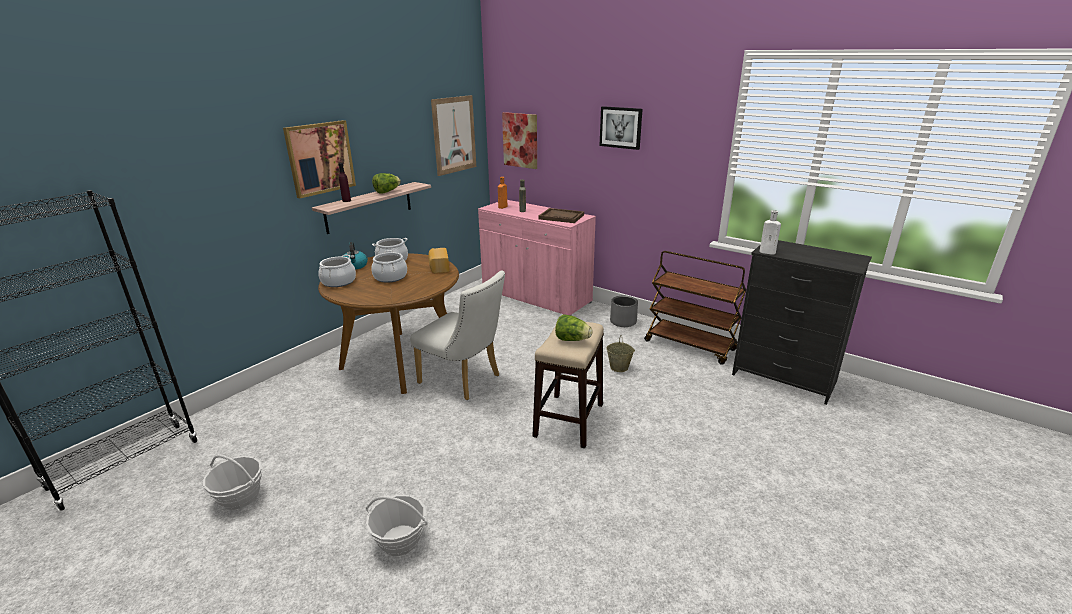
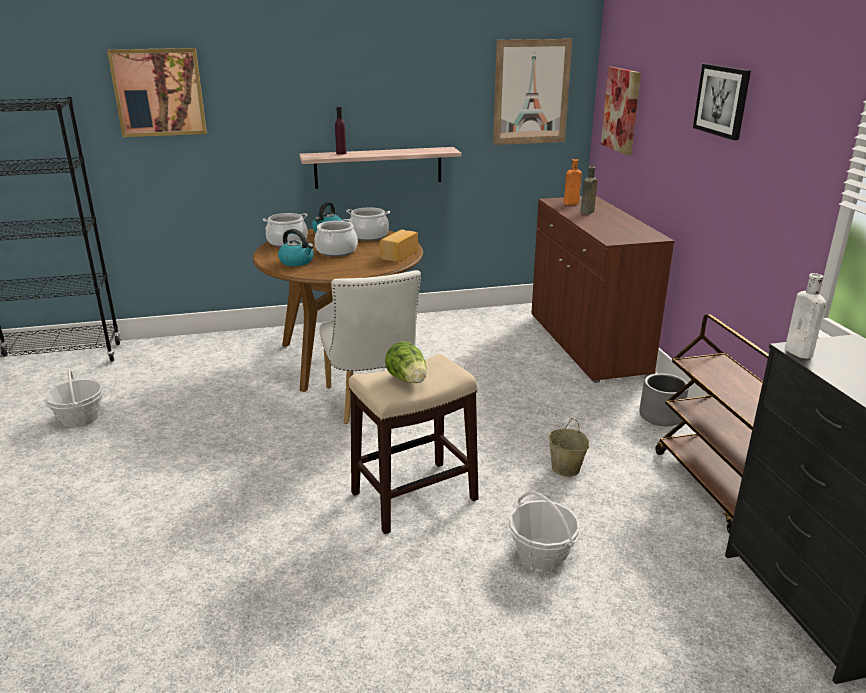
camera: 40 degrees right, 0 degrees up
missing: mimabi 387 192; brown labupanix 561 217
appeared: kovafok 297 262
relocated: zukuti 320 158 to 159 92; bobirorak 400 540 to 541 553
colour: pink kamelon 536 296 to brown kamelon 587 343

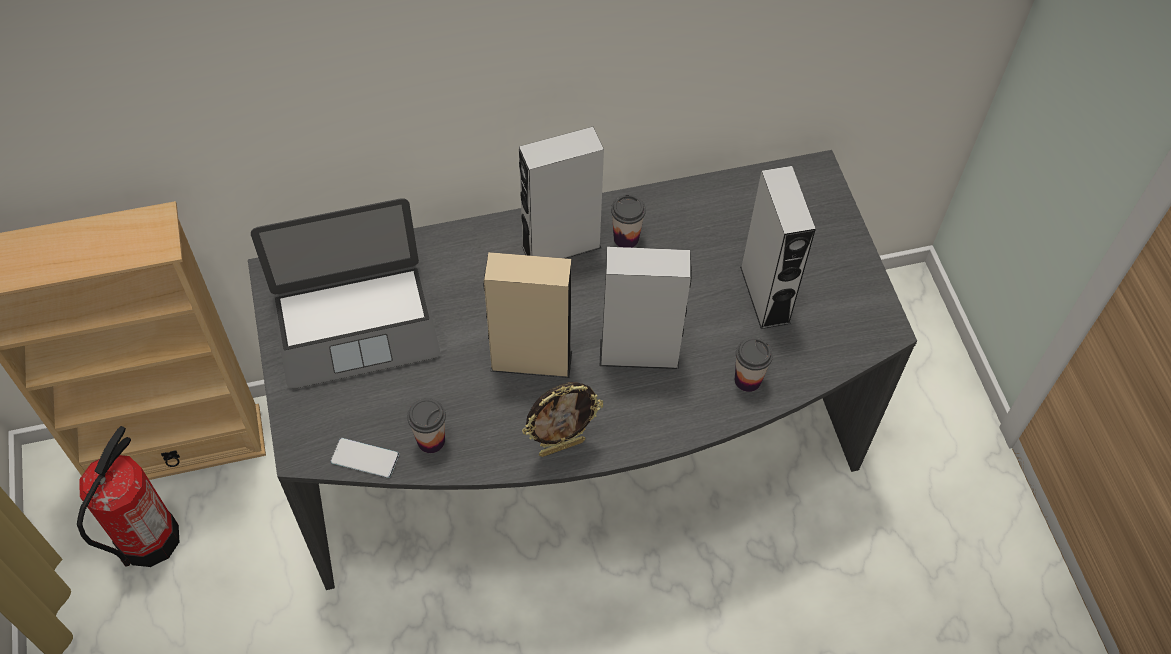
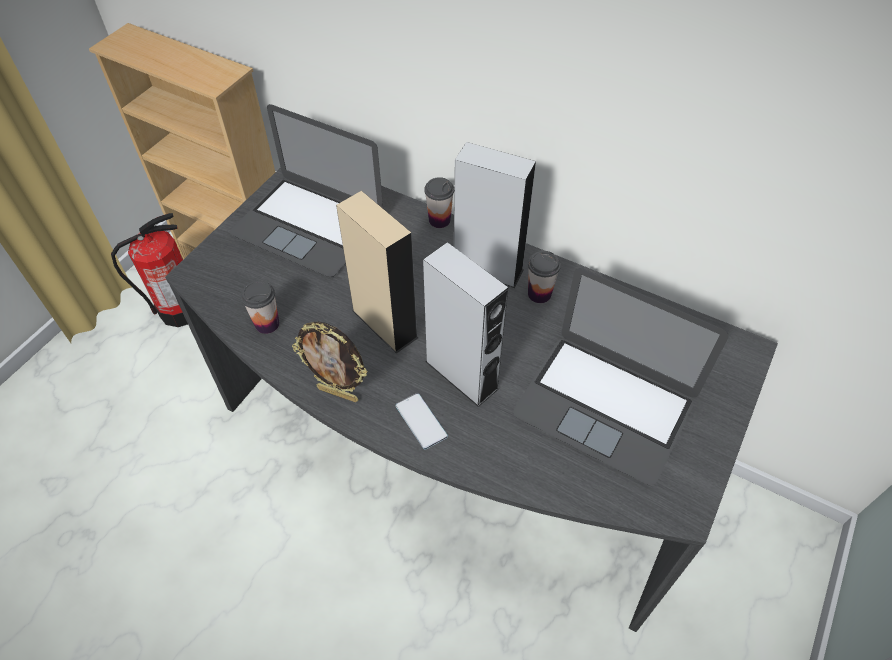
camera: 45 degrees right, 5 degrees down
relocated: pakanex 365 458 to 421 421; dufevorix 747 380 to 439 220
exchanged: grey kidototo 765 295 to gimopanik 604 406

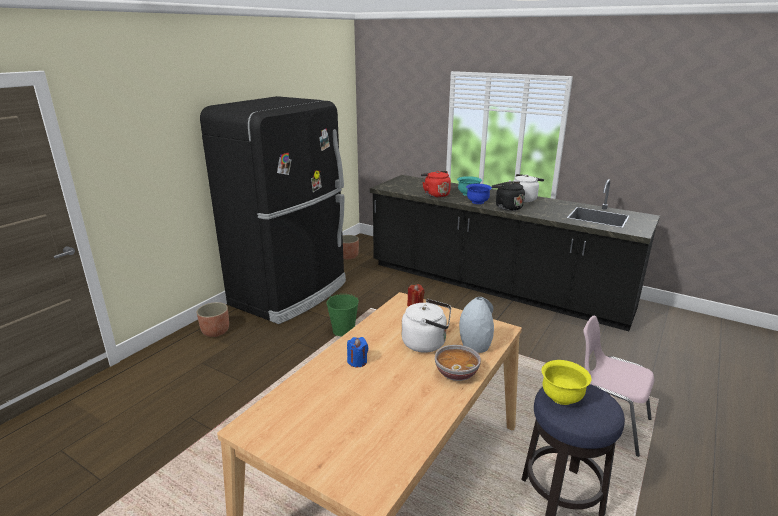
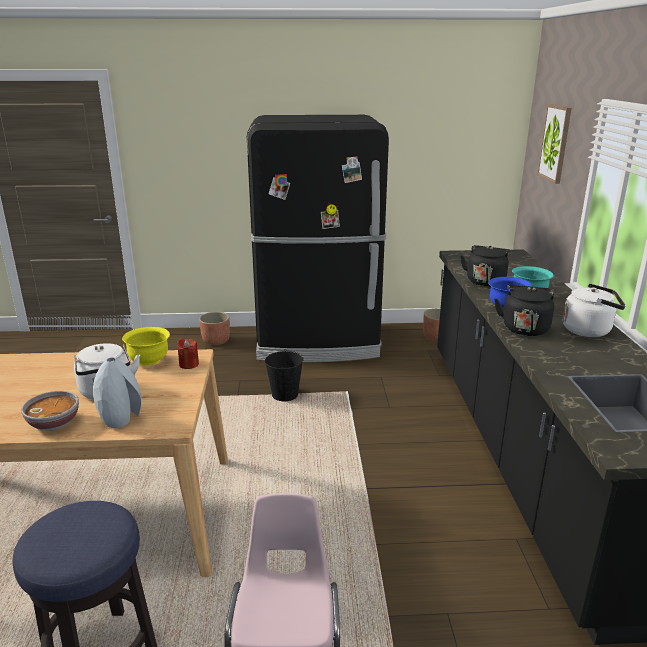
camera: 55 degrees right, 0 degrees up
missing: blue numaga 357 361
appeared: zukuti 555 143
relocated: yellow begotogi 562 397 to 149 361
colour: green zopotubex 343 331 to black zopotubex 284 395; red kovafok 435 194 to black kovafok 485 281

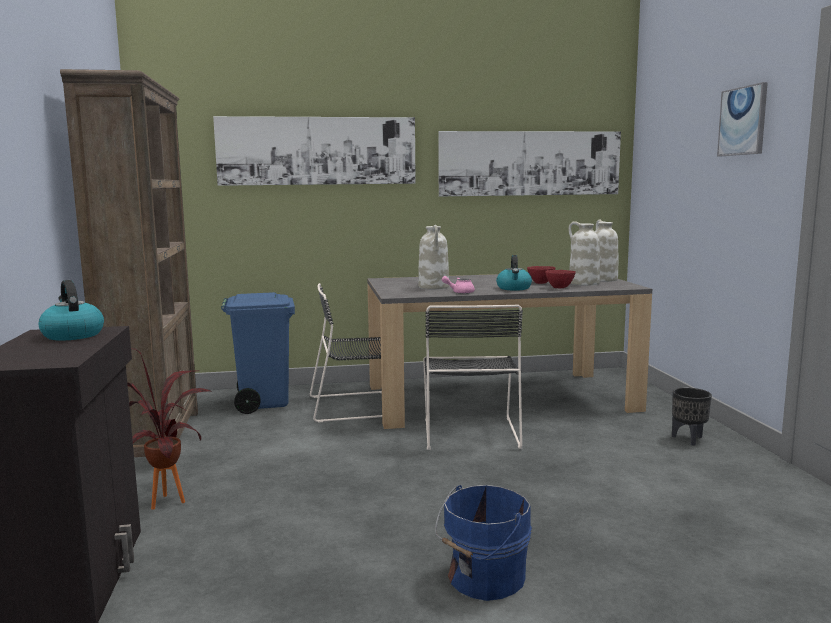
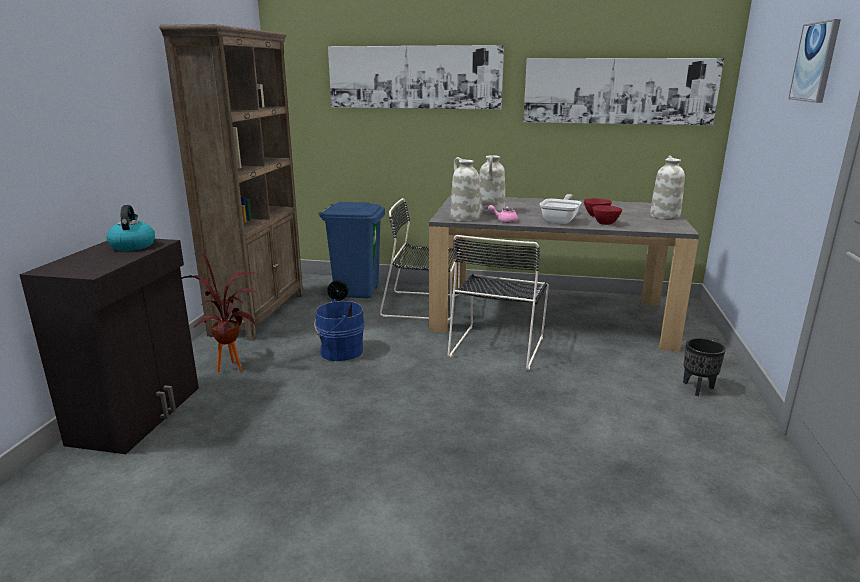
camera: 20 degrees right, 10 degrees up
relocated: blue zopotubex 483 578 to 339 351; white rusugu 583 283 to 464 218
exchanged: kovafok 514 288 to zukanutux 560 220

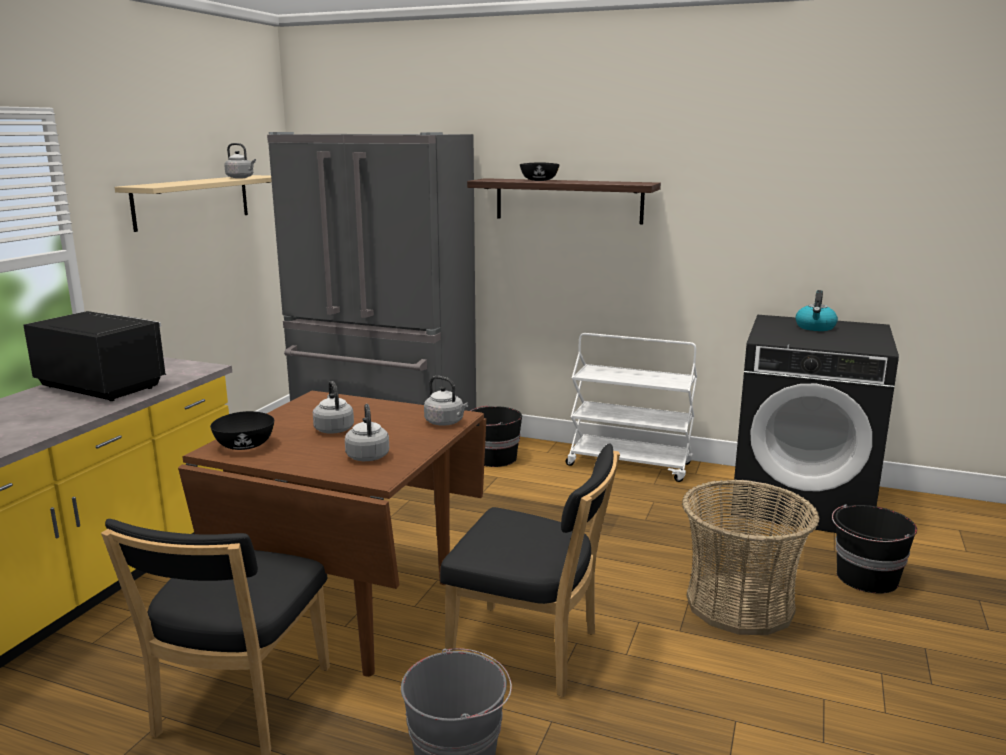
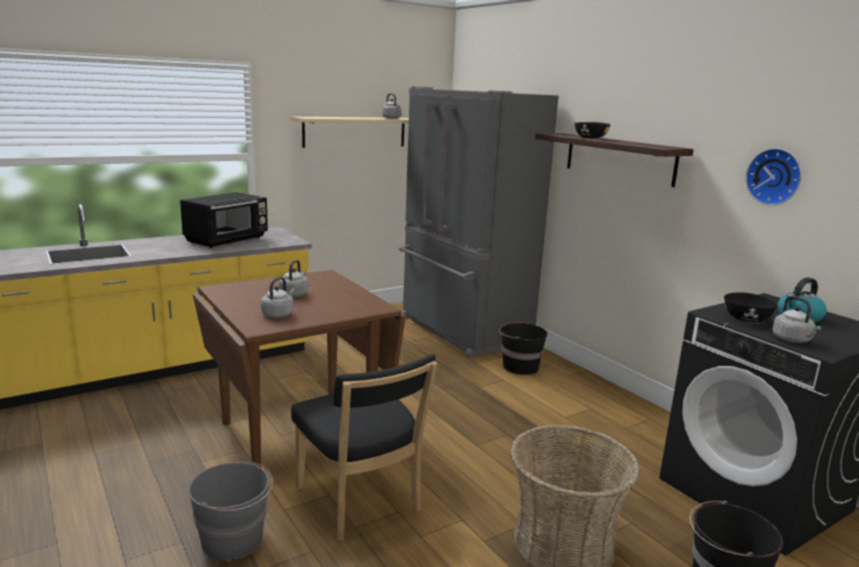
camera: 35 degrees right, 0 degrees up
missing: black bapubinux 238 707; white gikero 630 464
appeared: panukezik 775 176
relocated: black begotogi 244 445 to 746 319; grey kovafok 446 422 to 793 340
spun: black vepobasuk 101 386 = 228 240 60 degrees clockwise

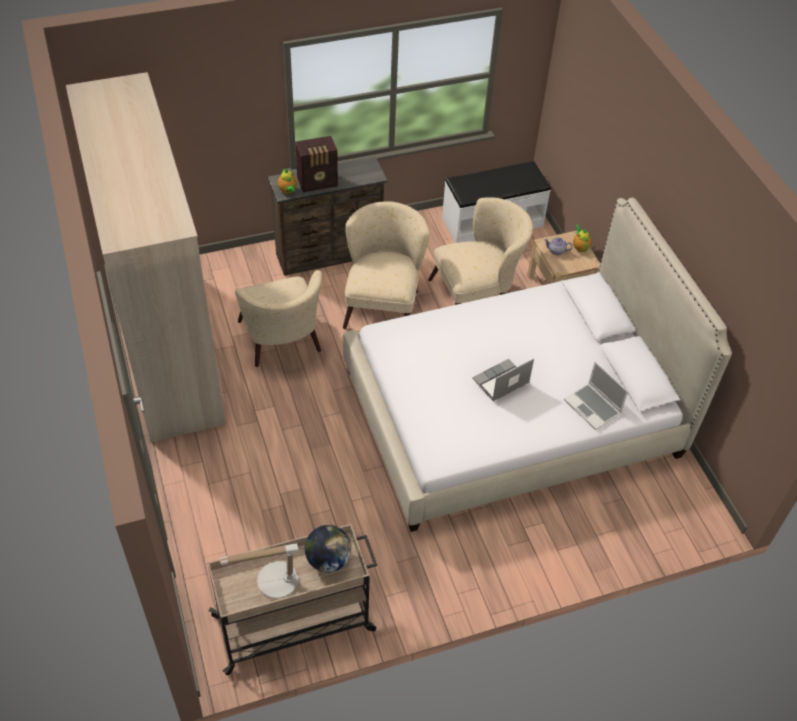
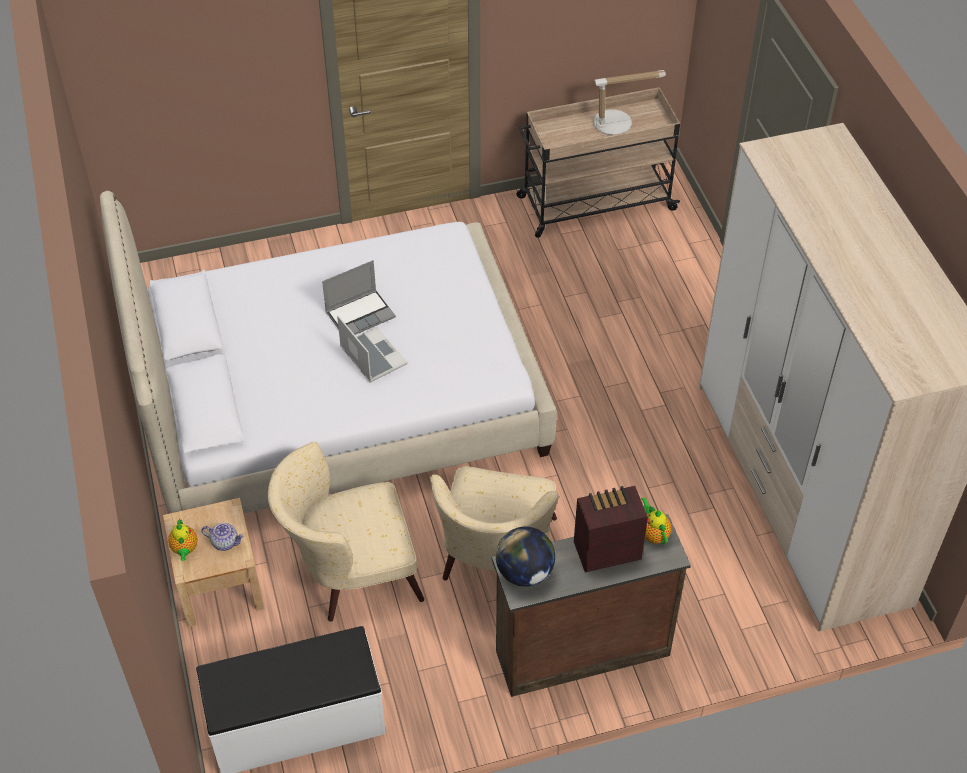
camera: 175 degrees left, 0 degrees up
missing: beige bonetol 282 343
relocated: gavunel 328 560 to 525 572; gimopanik 593 407 to 372 356

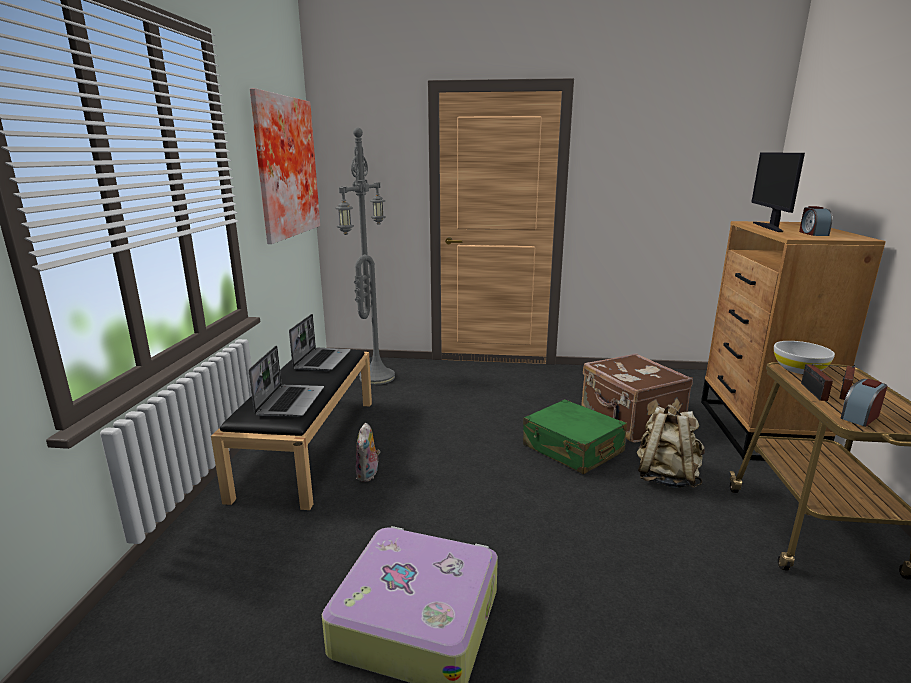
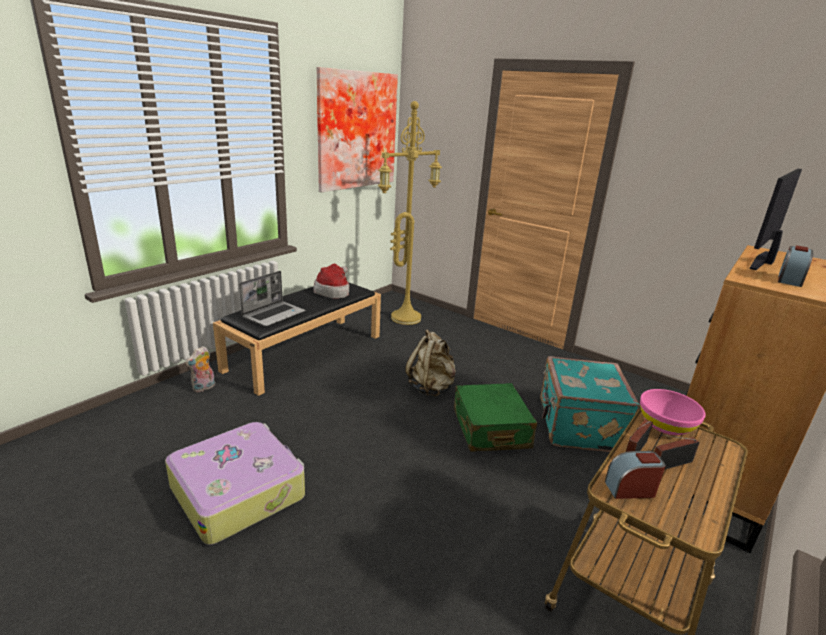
camera: 30 degrees right, 5 degrees up
relocated: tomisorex 368 475 to 204 388; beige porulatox 666 477 to 431 388
exchanged: gimopanik 322 360 to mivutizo 333 291
colour: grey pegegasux 375 377 to yellow pegegasux 405 317; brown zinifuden 630 421 to turquoise zinifuden 577 426; white begotogi 798 369 to pink begotogi 665 425

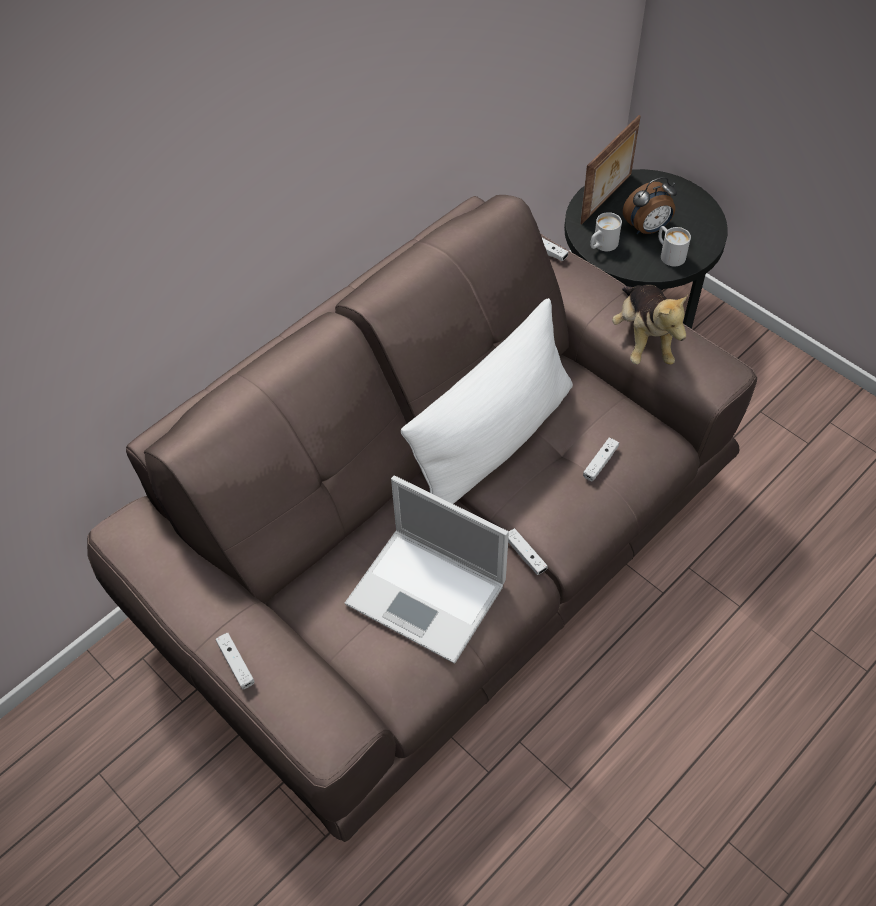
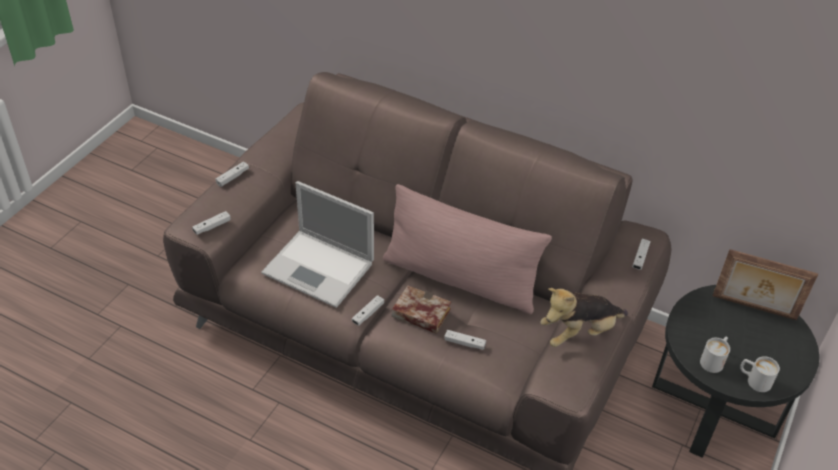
camera: 70 degrees right, 10 degrees down
missing: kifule 647 229
appeared: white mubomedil 212 226; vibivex 418 314
relocated: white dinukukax 601 245 to 754 380
colour: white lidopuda 494 441 to pink lidopuda 460 279
spun: gimopanik 428 594 = 320 268 75 degrees counterclockwise

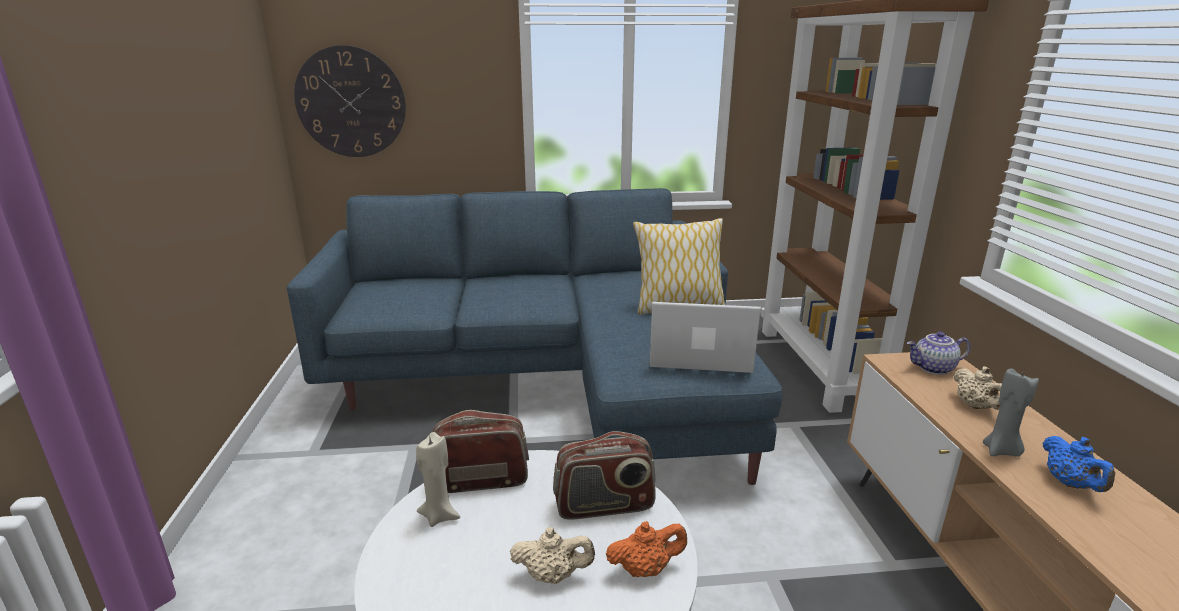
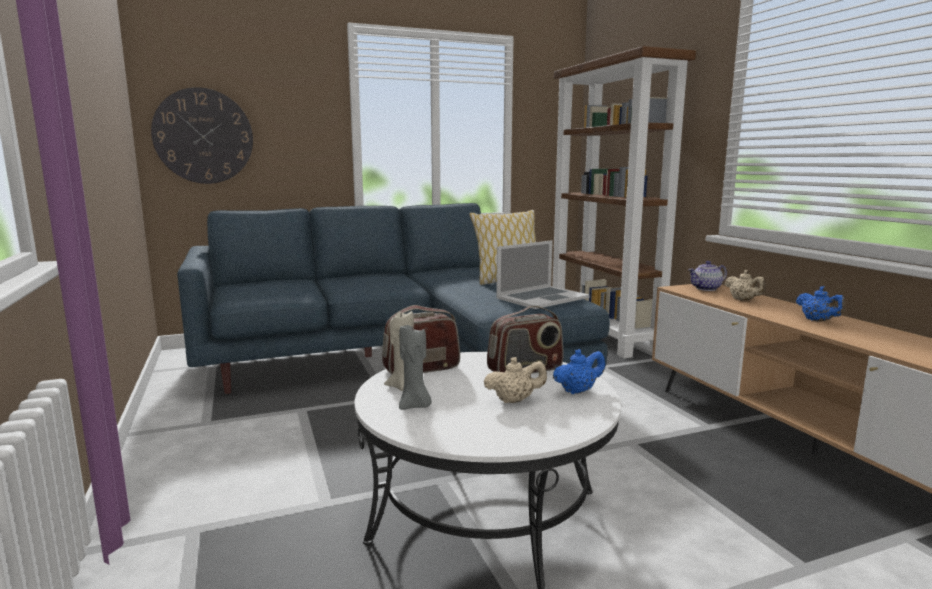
camera: 15 degrees left, 10 degrees down
relocated: grey numaga 1001 451 to 415 406
colour: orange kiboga 645 569 to blue kiboga 578 391
spun: gimopanik 699 354 = 542 298 150 degrees clockwise

